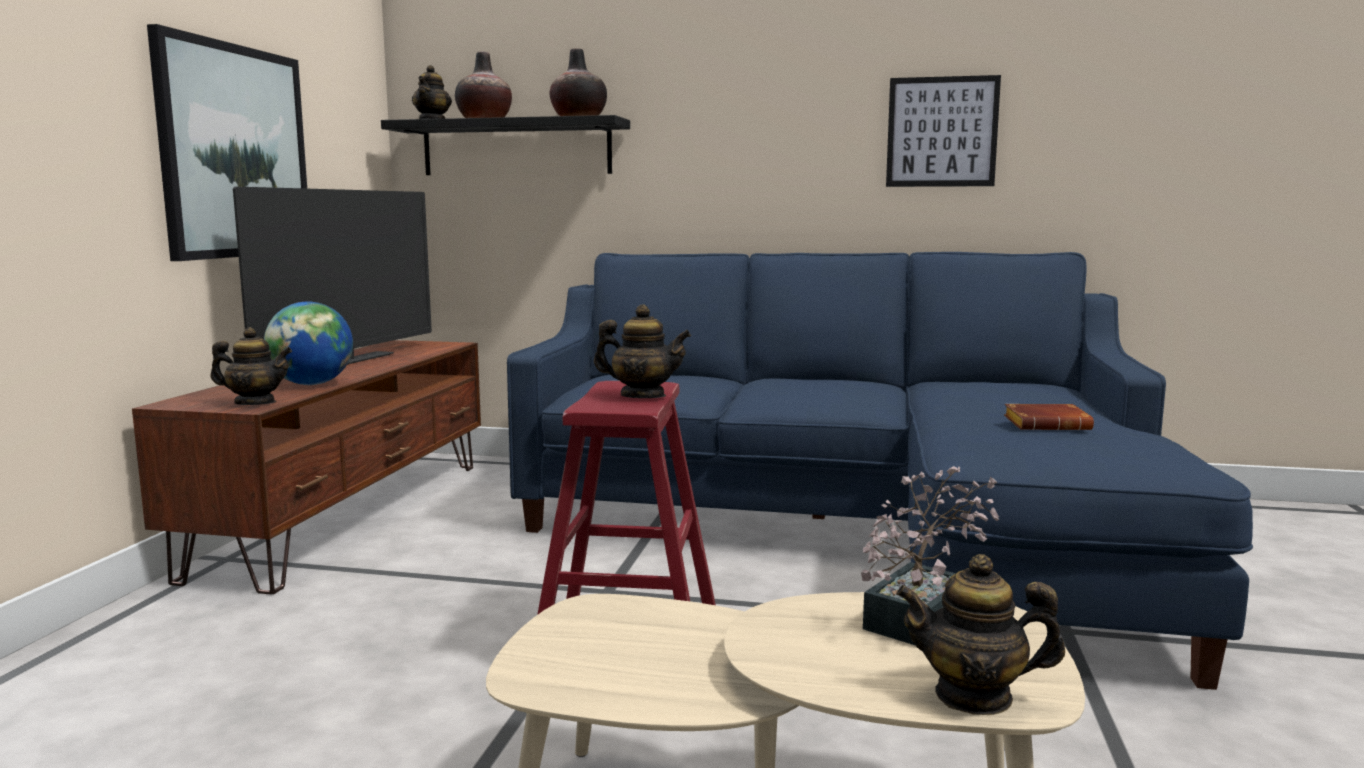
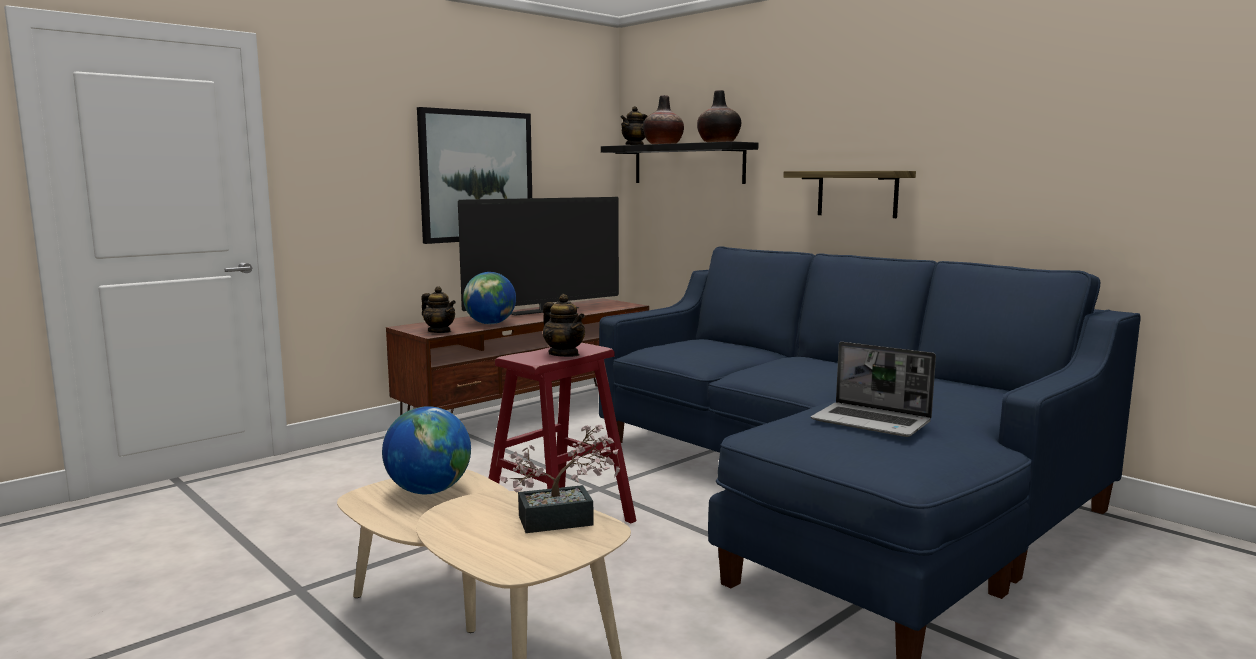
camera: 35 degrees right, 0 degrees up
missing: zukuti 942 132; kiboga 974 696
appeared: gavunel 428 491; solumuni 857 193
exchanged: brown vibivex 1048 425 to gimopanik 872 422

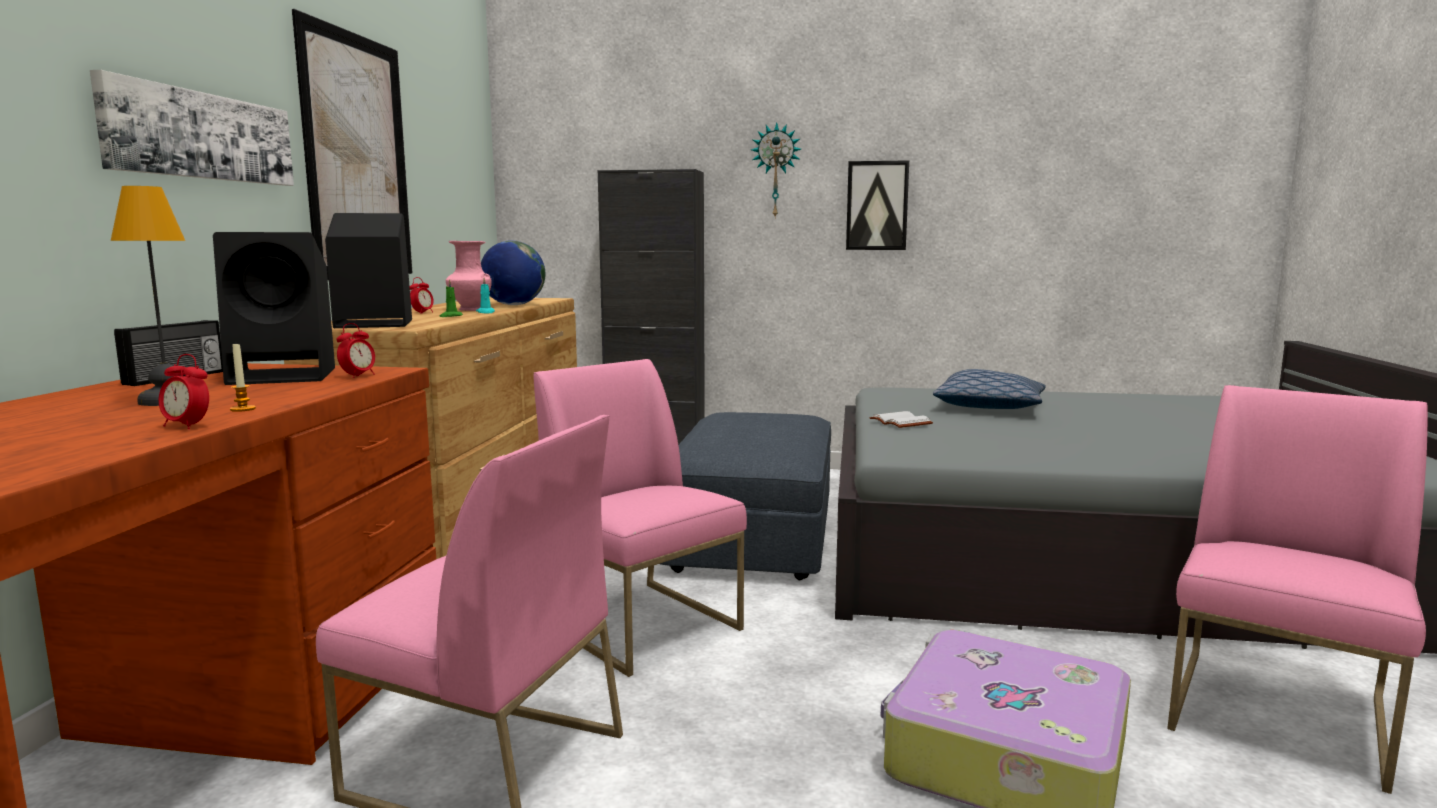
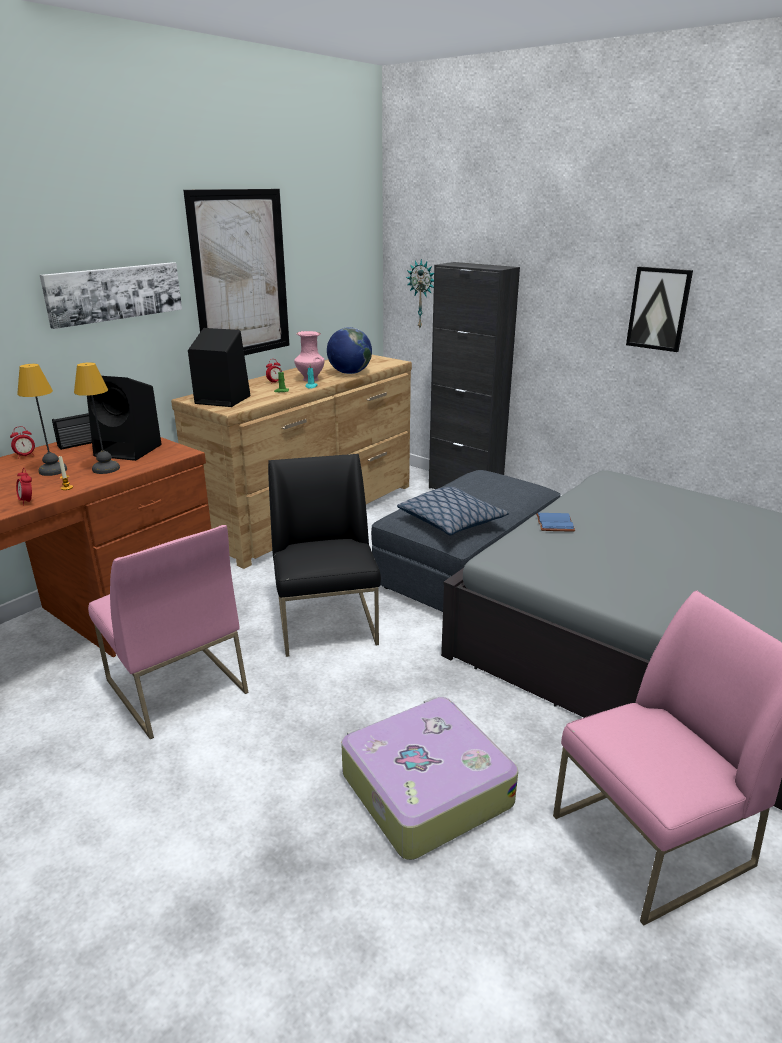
camera: 30 degrees right, 15 degrees up
appeared: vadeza 106 468
relocated: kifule 358 376 to 26 456; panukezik 776 171 to 422 294; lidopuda 990 406 to 452 521
colour: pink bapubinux 643 625 to black bapubinux 327 623; white vibivex 898 422 to blue vibivex 553 523

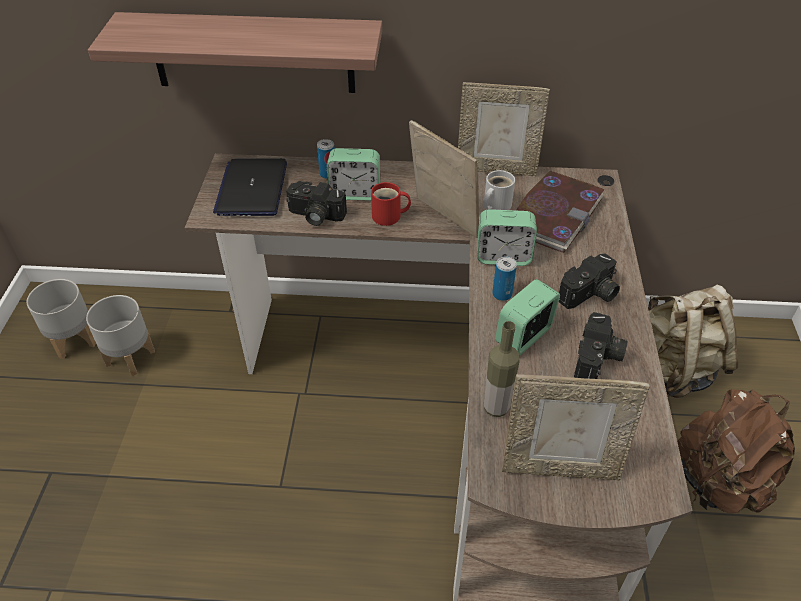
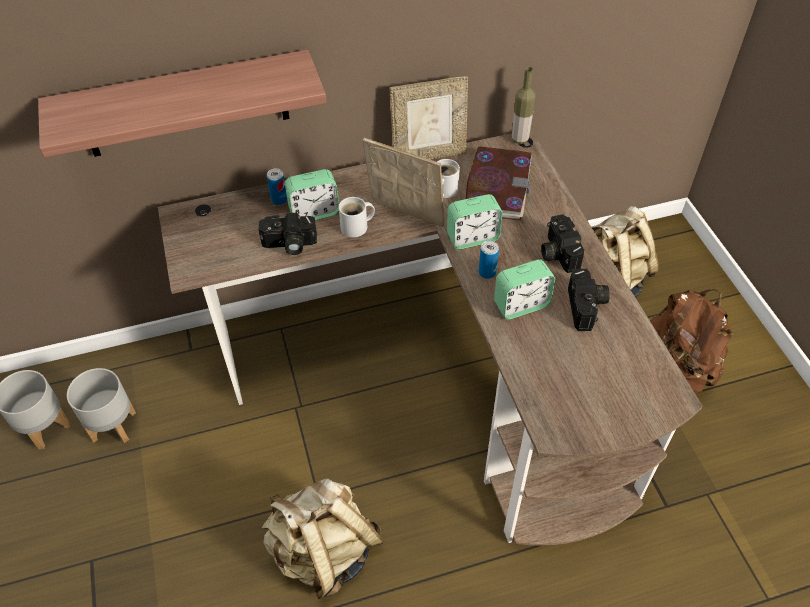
camera: 20 degrees left, 5 degrees up
missing: gimopanik 252 188; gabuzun 560 467
appeared: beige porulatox 324 552
relocated: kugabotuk 496 408 to 520 139
colour: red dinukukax 389 217 to white dinukukax 357 227
spun: kifule 524 336 = 521 305 135 degrees counterclockwise; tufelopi 589 295 = 557 252 135 degrees clockwise

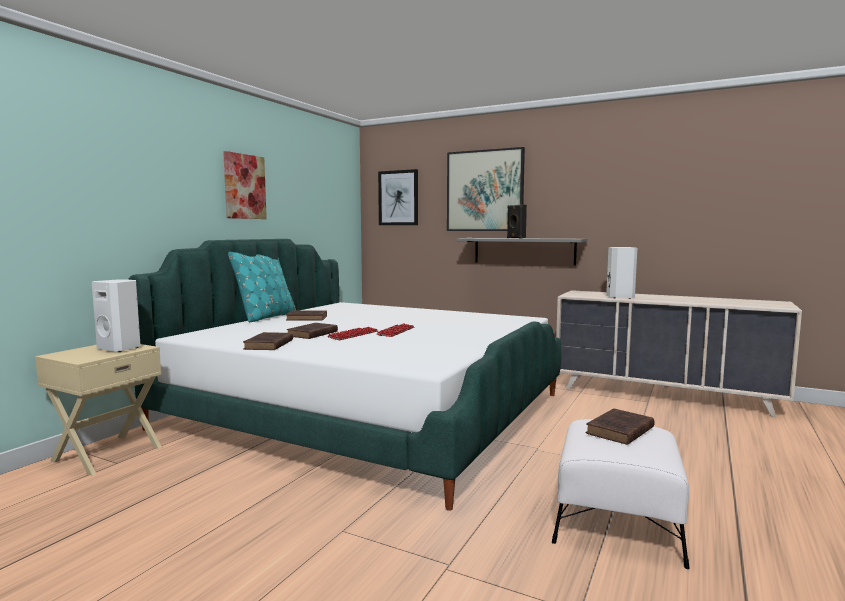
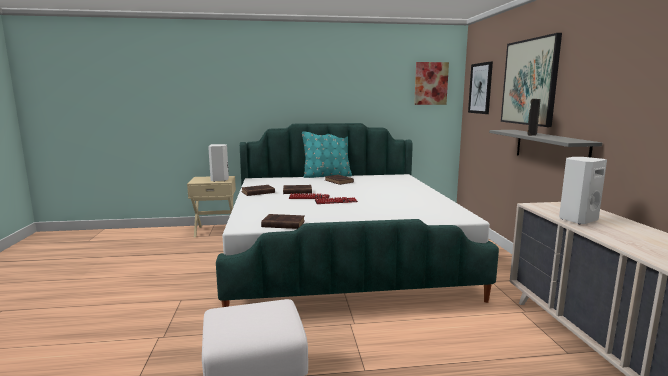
camera: 55 degrees right, 5 degrees up
relocated: zukuti 244 186 to 431 83; brown vibivex 619 431 to 282 224

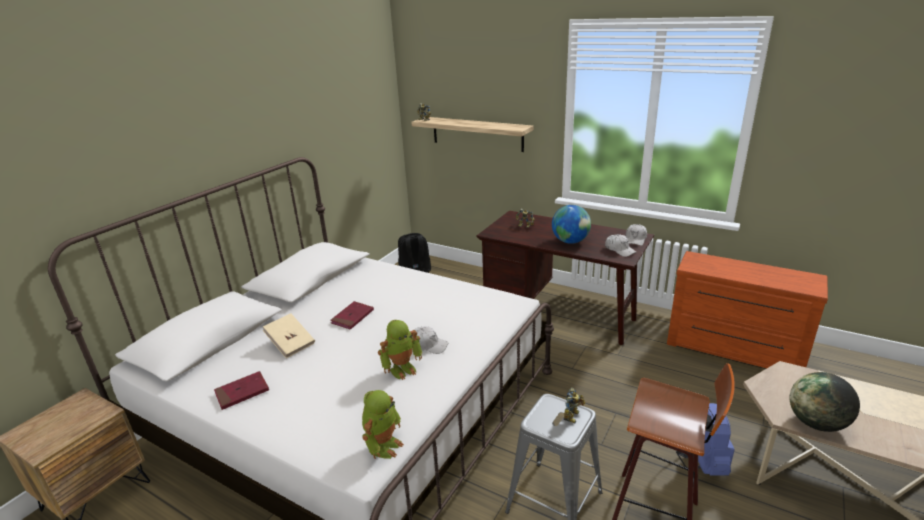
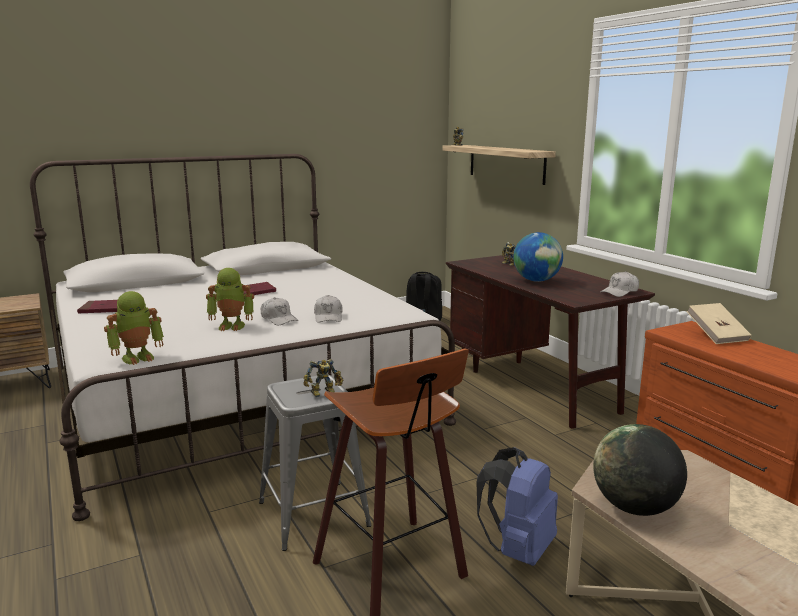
camera: 30 degrees right, 10 degrees down
relocated: beige vibivex 291 344 to 716 336; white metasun 619 250 to 328 317

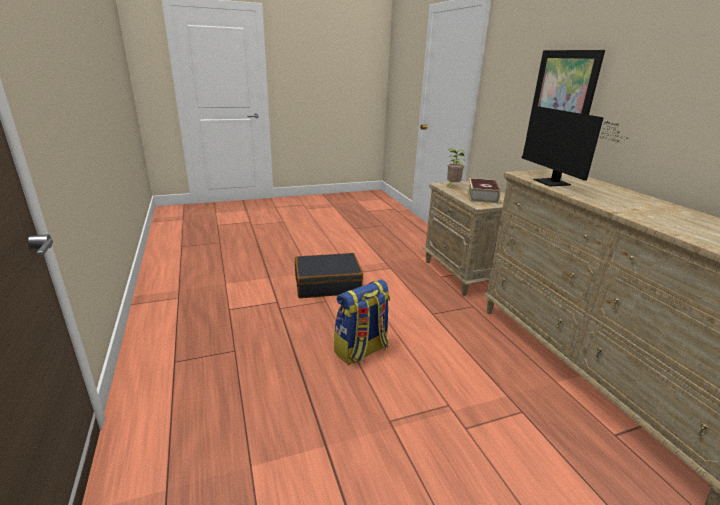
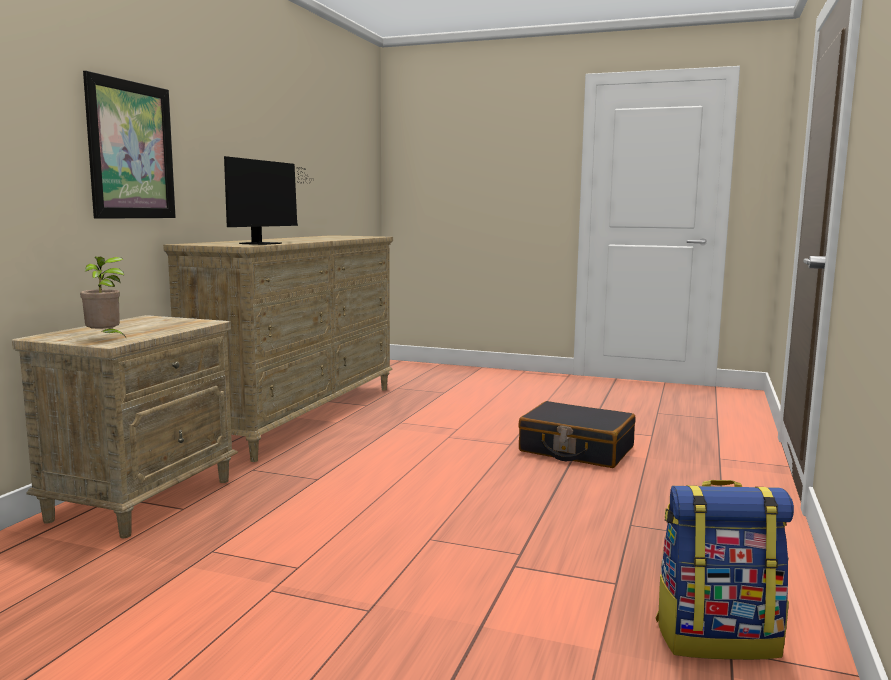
camera: 140 degrees left, 15 degrees down
missing: vibivex 482 196
relocated: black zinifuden 327 284 to 576 450; porulatox 361 351 to 717 638

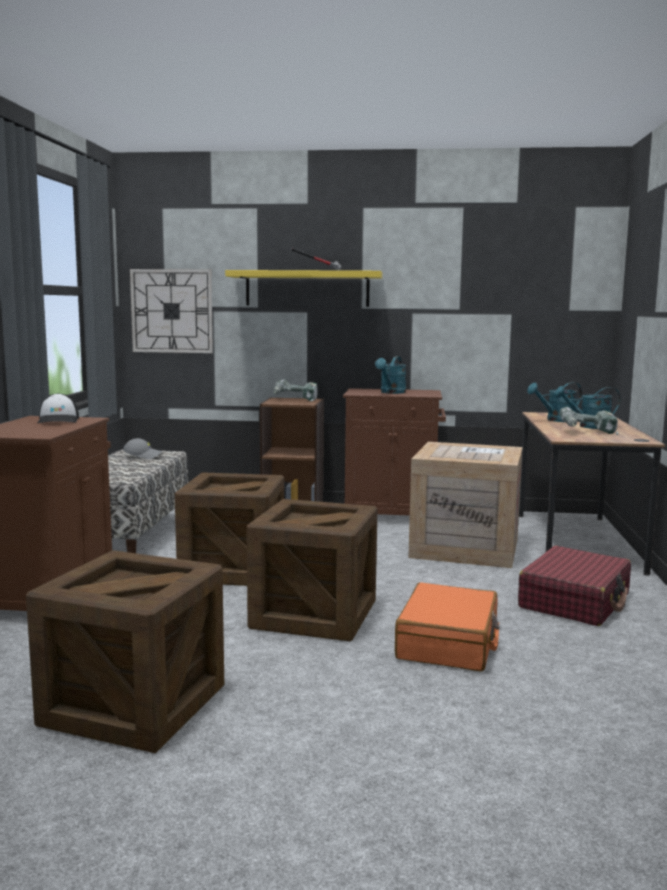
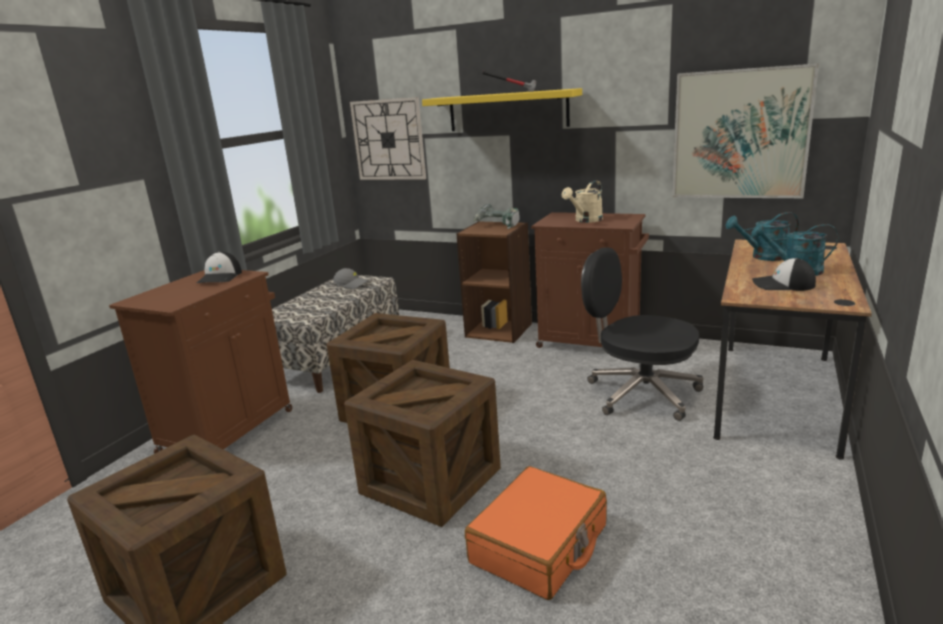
camera: 20 degrees right, 10 degrees up
missing: red zinifuden 575 601
appeared: zukuti 740 134
exchanged: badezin 463 547 to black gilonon 640 393; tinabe 588 433 to metasun 782 284
colour: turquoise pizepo 391 392 to beige pizepo 585 220

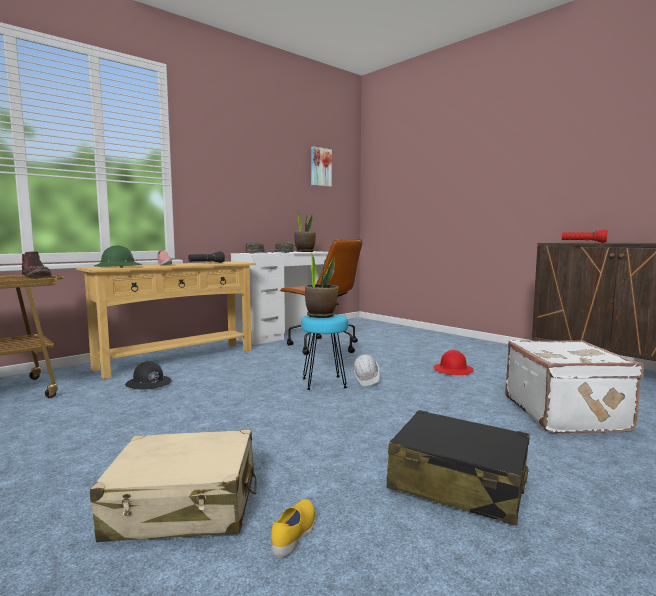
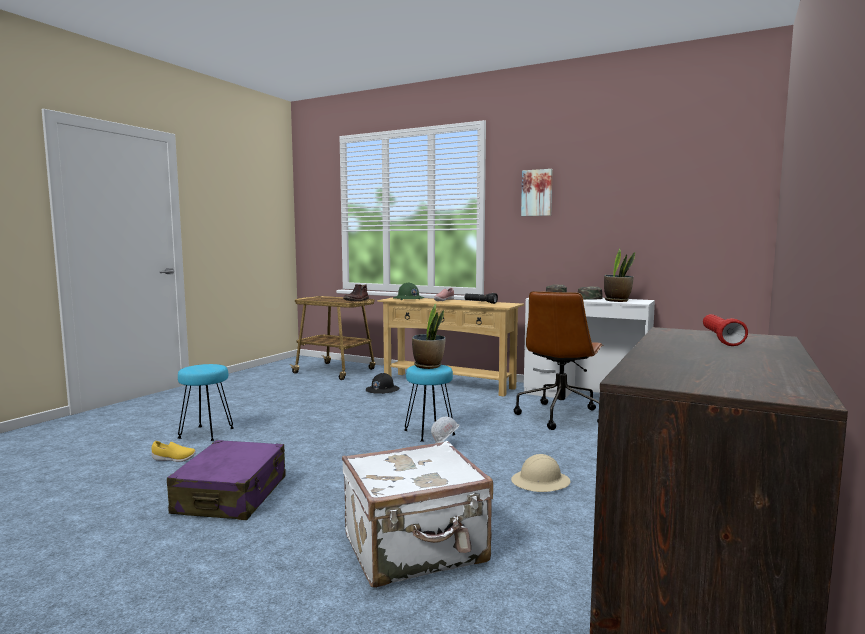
camera: 70 degrees right, 0 degrees up
relocated: zukuti 320 167 to 537 193
exchanged: beige zinifuden 184 506 to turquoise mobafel 206 433
colour: black zinifuden 458 484 to purple zinifuden 231 495; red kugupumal 453 370 to beige kugupumal 540 482

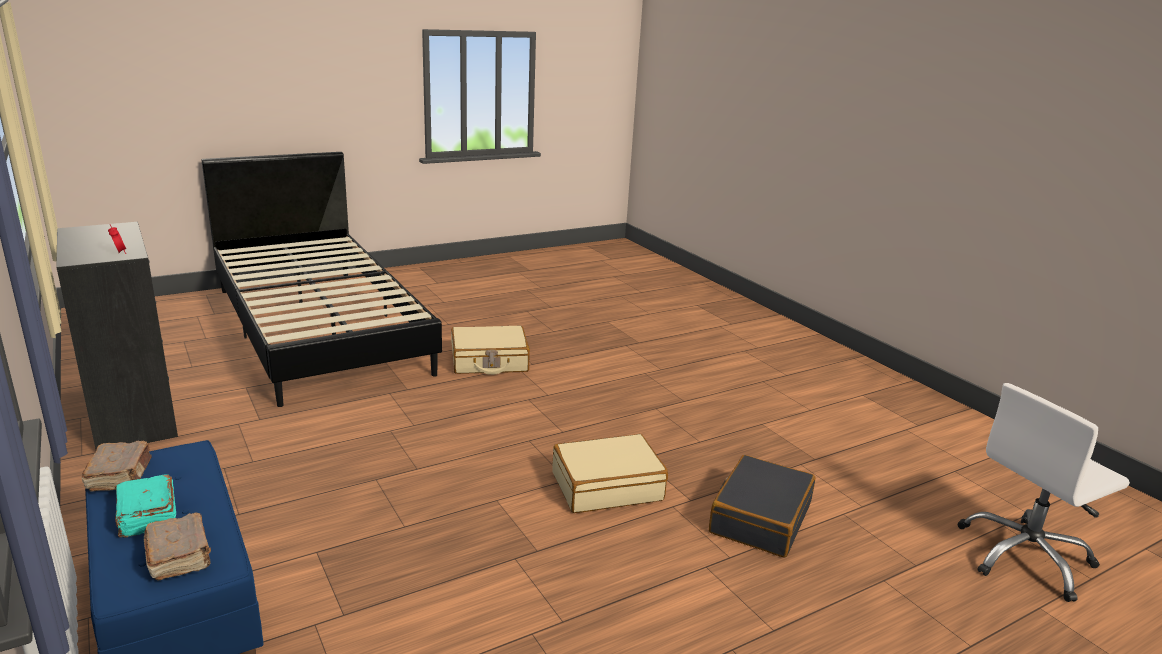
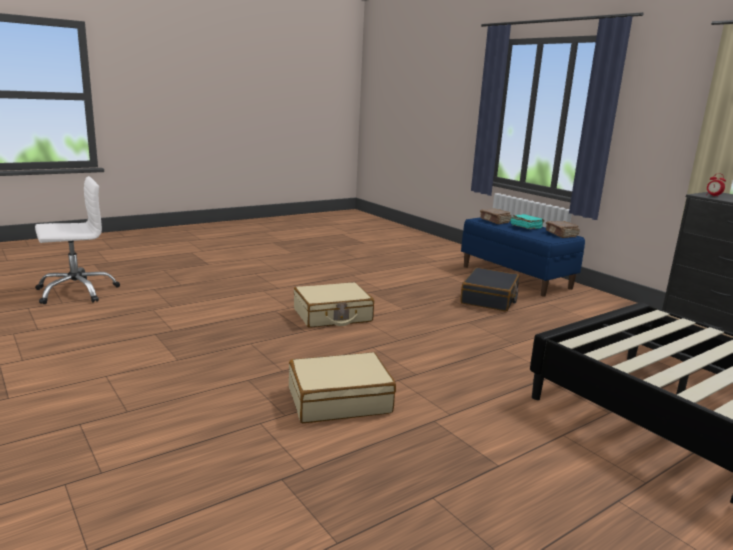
camera: 175 degrees right, 5 degrees down
relocated: beige zinifuden 489 361 to 339 400; black zinifuden 759 518 to 489 299

